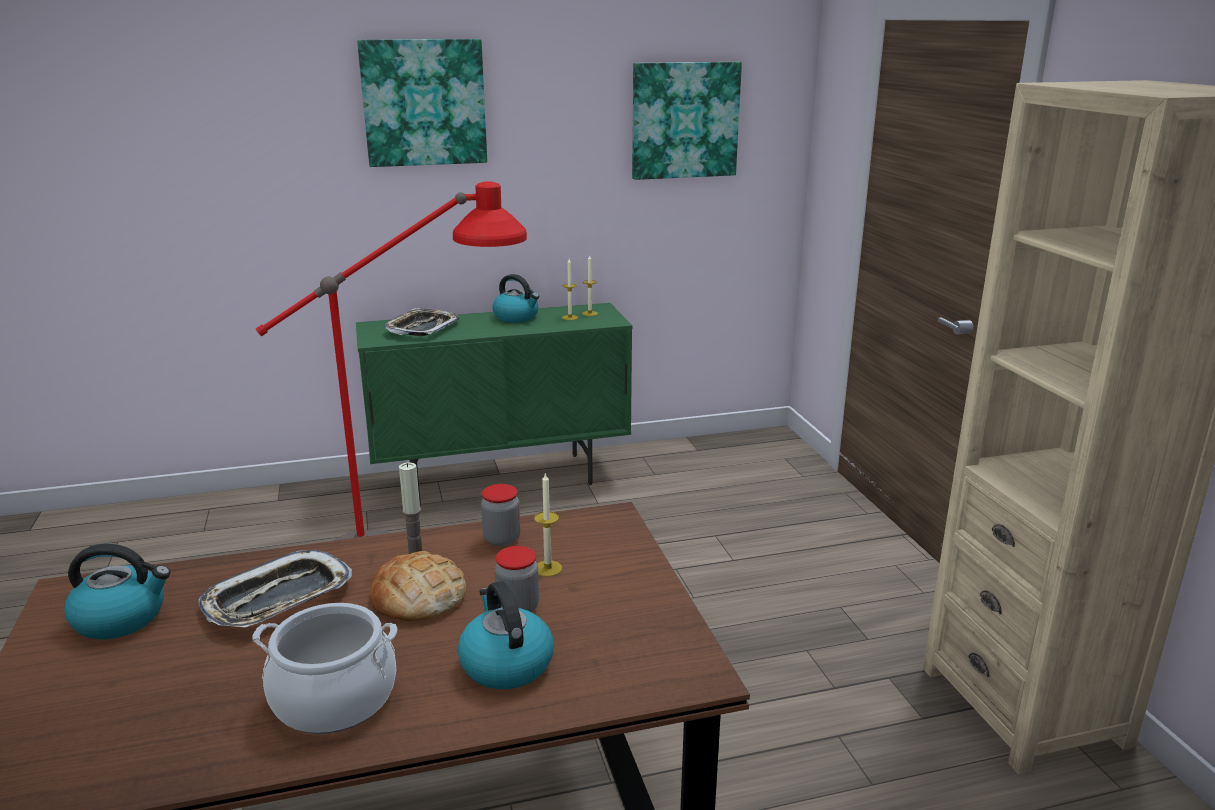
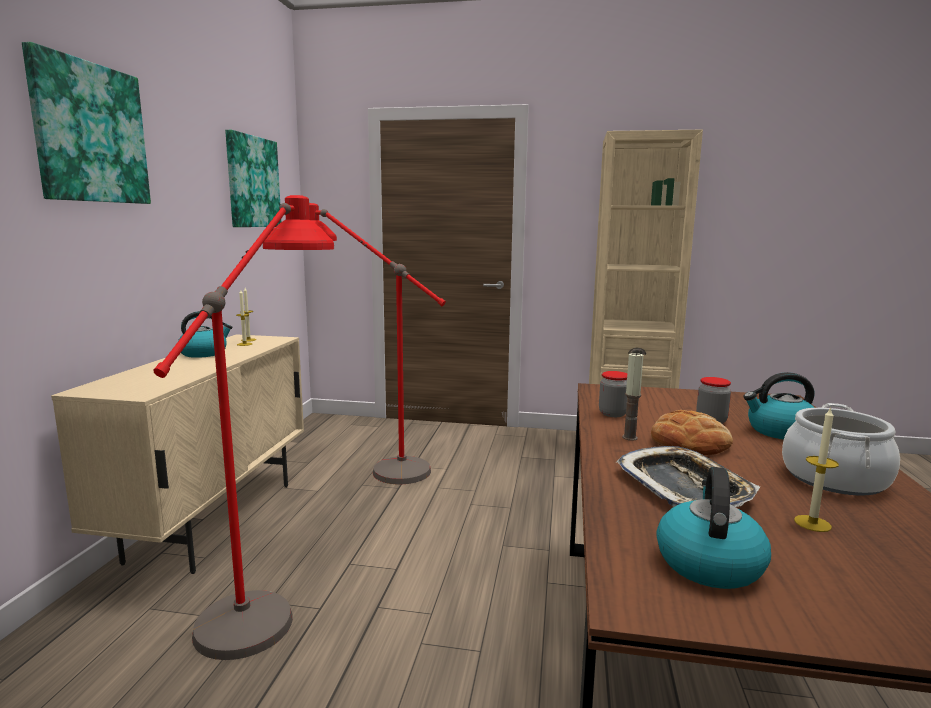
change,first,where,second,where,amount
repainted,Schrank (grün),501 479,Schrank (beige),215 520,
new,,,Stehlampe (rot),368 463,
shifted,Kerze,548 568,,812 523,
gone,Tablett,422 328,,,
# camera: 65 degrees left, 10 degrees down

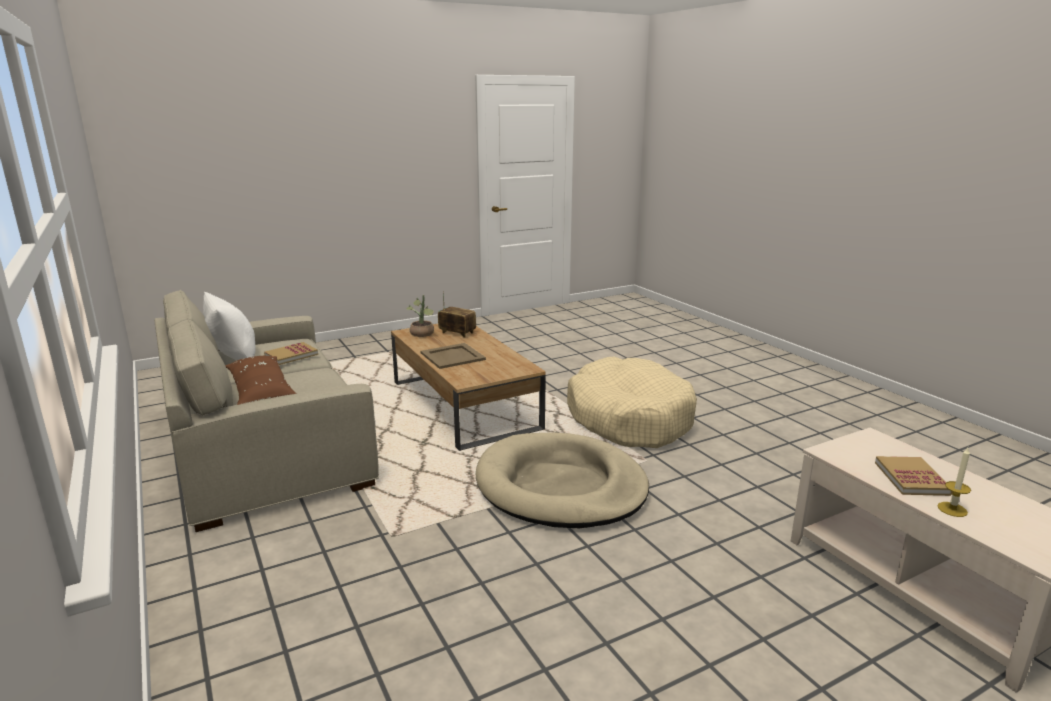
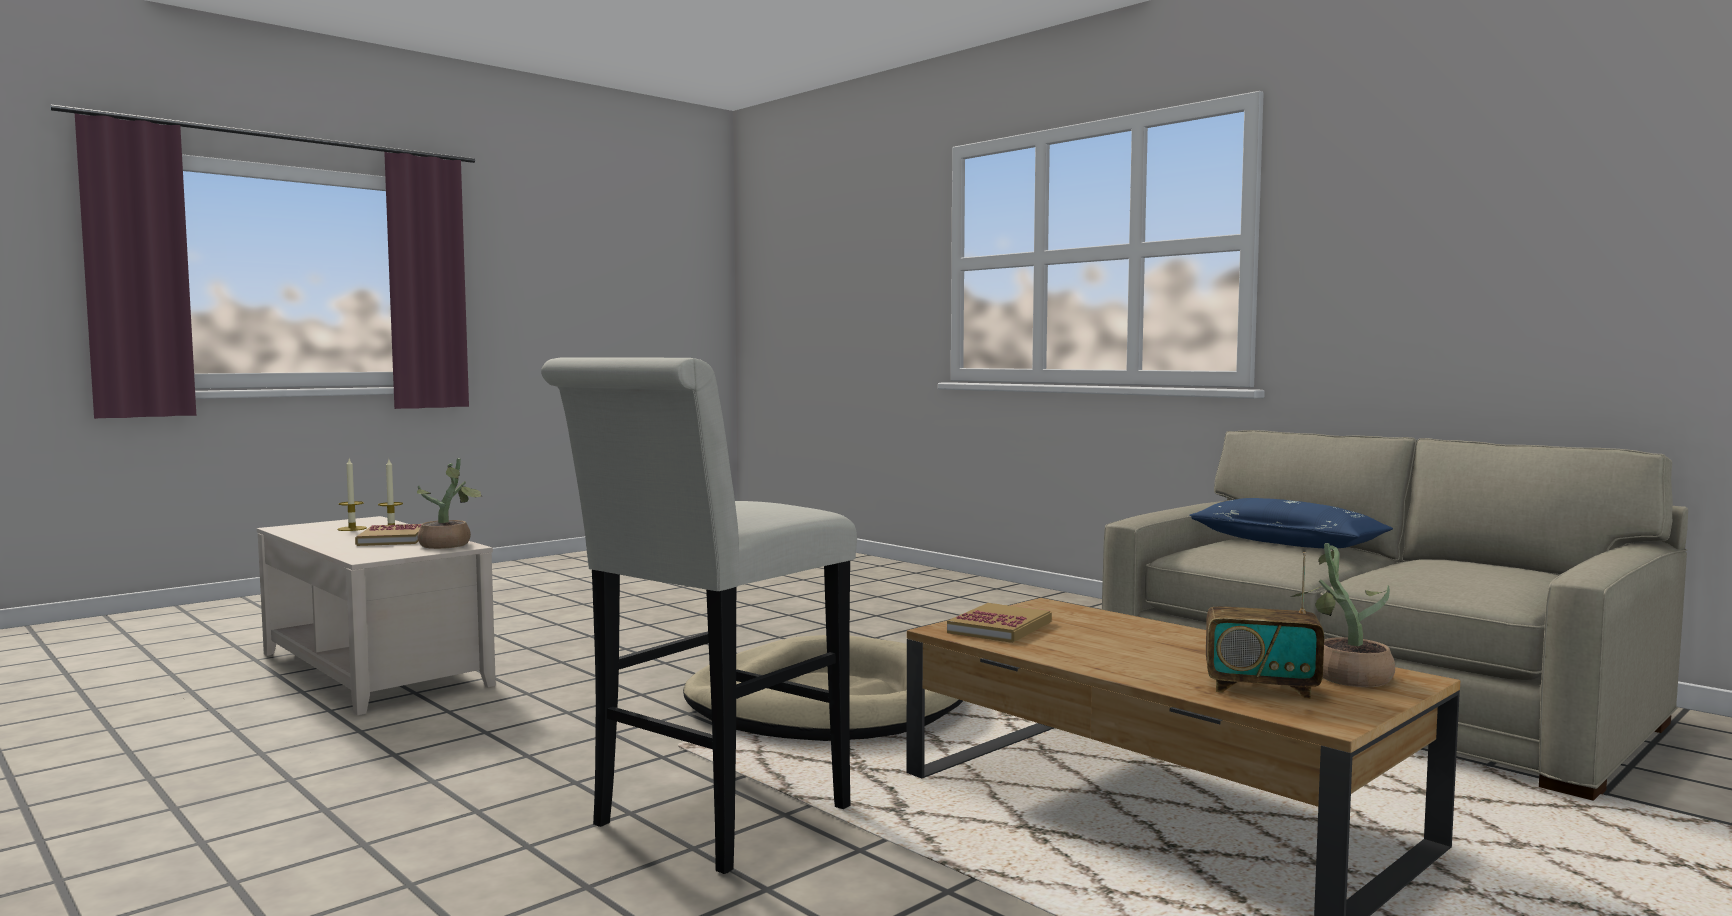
change,first,where,second,where,amount
new,,,Kerze,352 529,
new,,,Topfpflanze,449 545,
swapped,Hundebett (beige),629 418,Hocker (weiß),709 823,
shifted,Buch,291 355,,1000 627,
repainted,Kissen (braun),260 392,Kissen (blau),1286 543,
gone,Kissen (weiß),234 357,,,
gone,Tablett (beige),453 356,,,
# camera: 165 degrees right, 15 degrees down

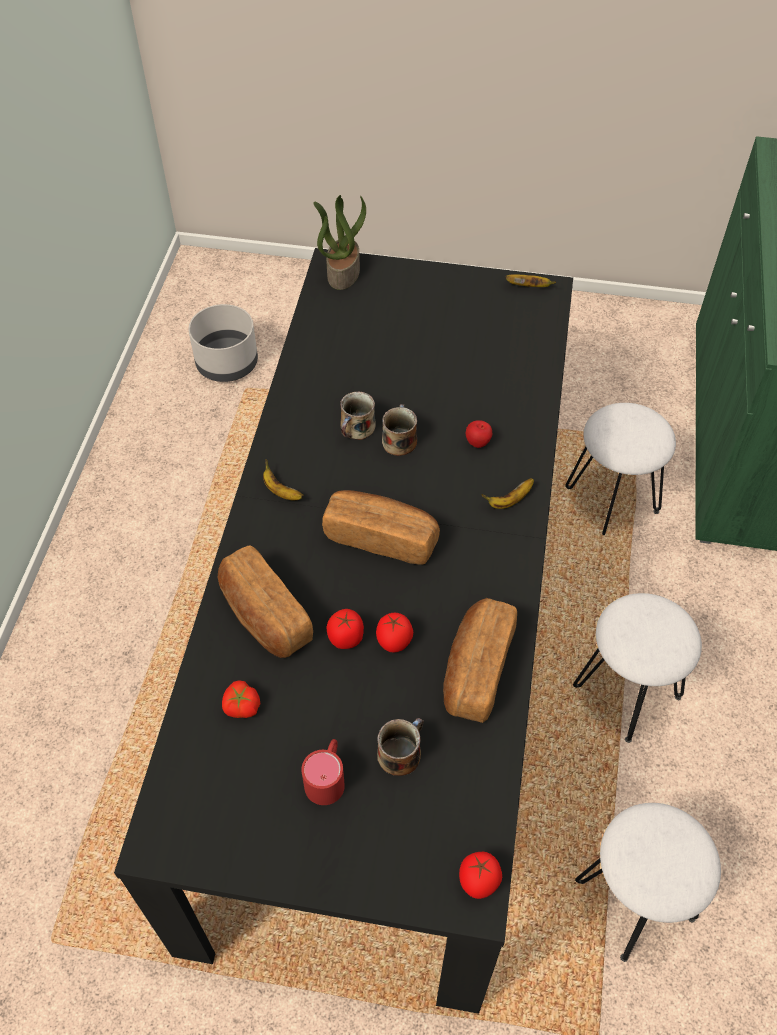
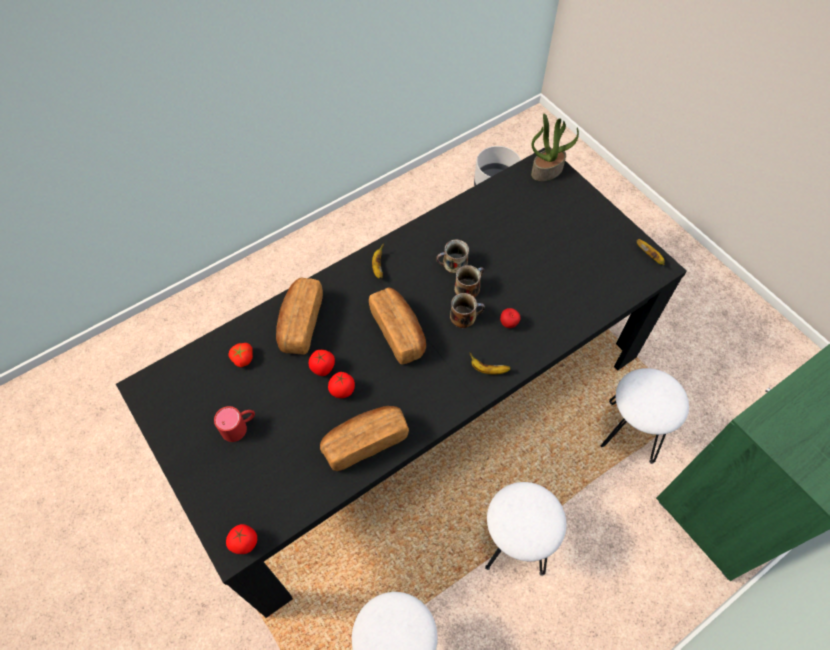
change,first,where,second,where,amount
shifted,Henkelbecher,400 753,,464 316,
# camera: 45 degrees right, 5 degrees up

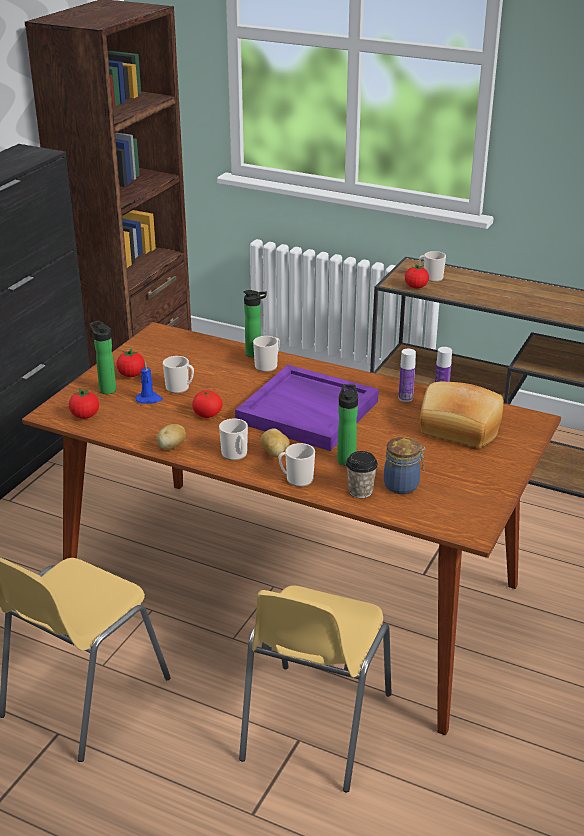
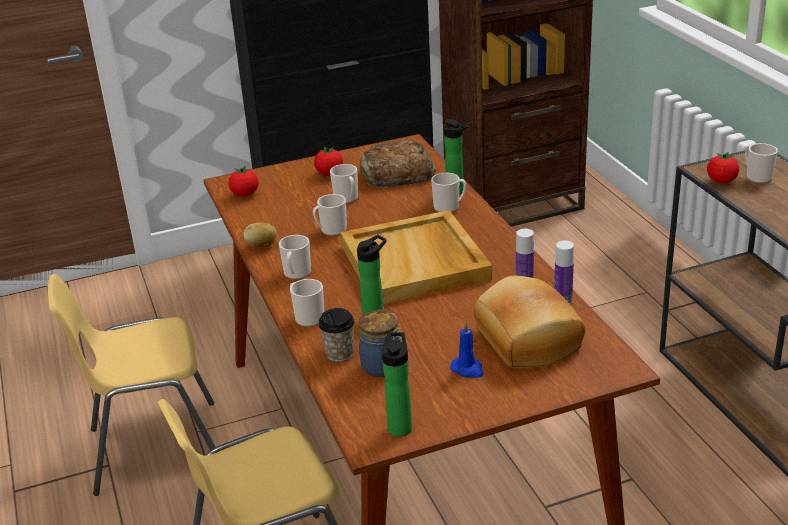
change,first,where,second,where,amount
swapped,Tomate,207 414,Henkelbecher,331 230,
repainted,Tablett (lila),309 411,Tablett (beige),416 263,
new,,,Brot,395 174,
shifted,Flasche,106 389,,400 426,
shifted,Kerze (blau),149 399,,468 369,
gone,Kartoffel,275 453,,,
# camera: 45 degrees right, 0 degrees up

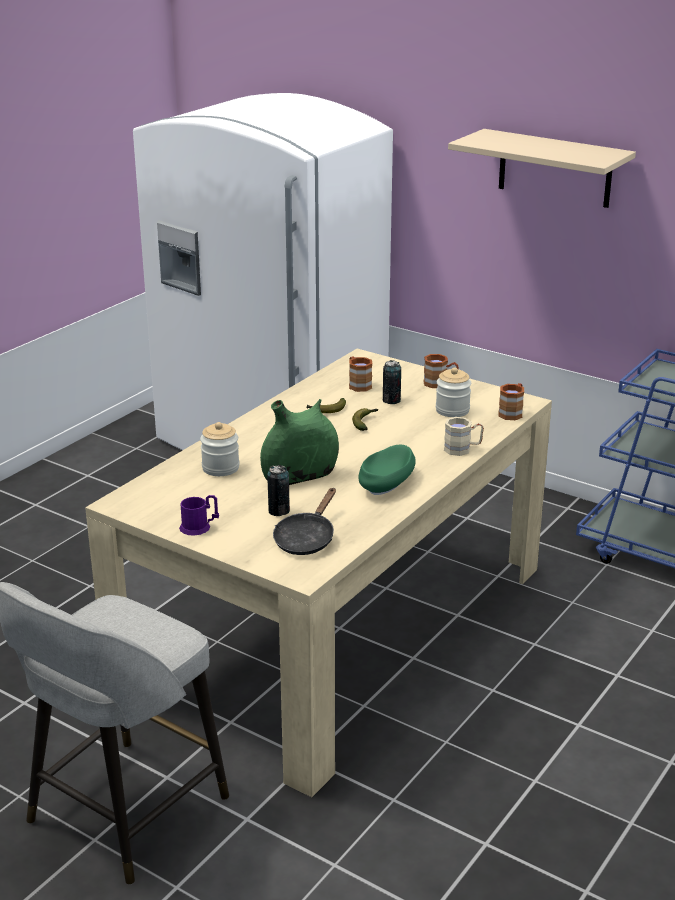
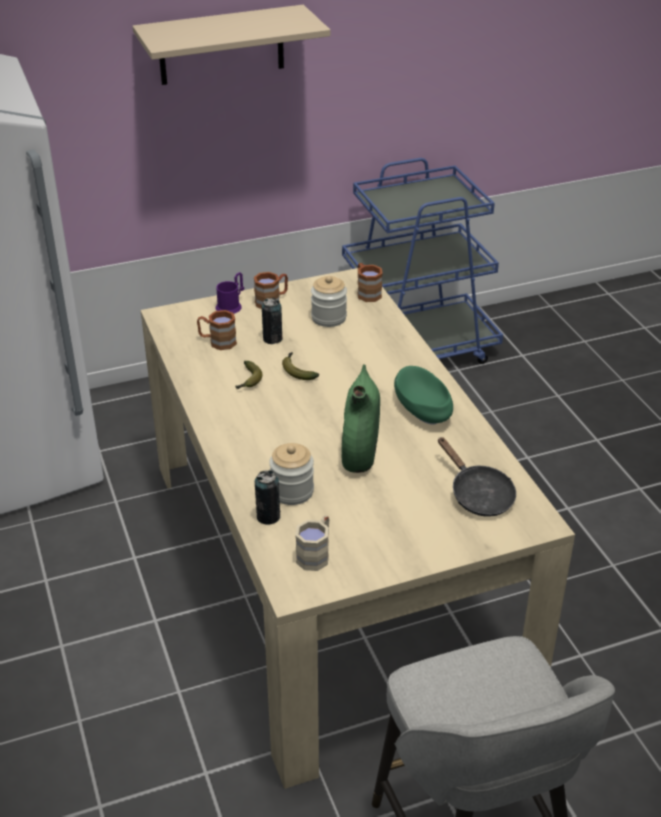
change,first,where,second,where,amount
shifted,Henkelbecher (lila),199 527,,231 305,
shifted,Dose,279 511,,268 516,
shifted,Henkelbecher (beige),463 449,,316 554,
# camera: 55 degrees left, 10 degrees up

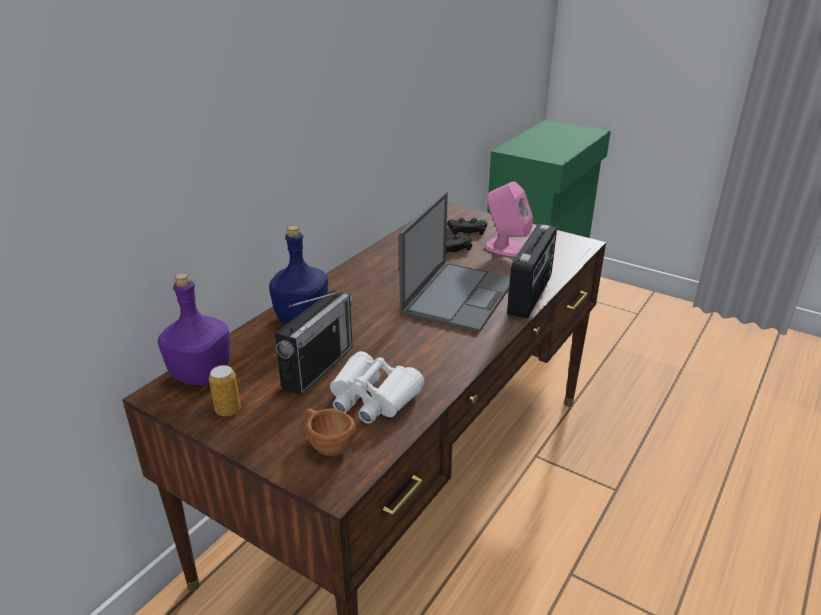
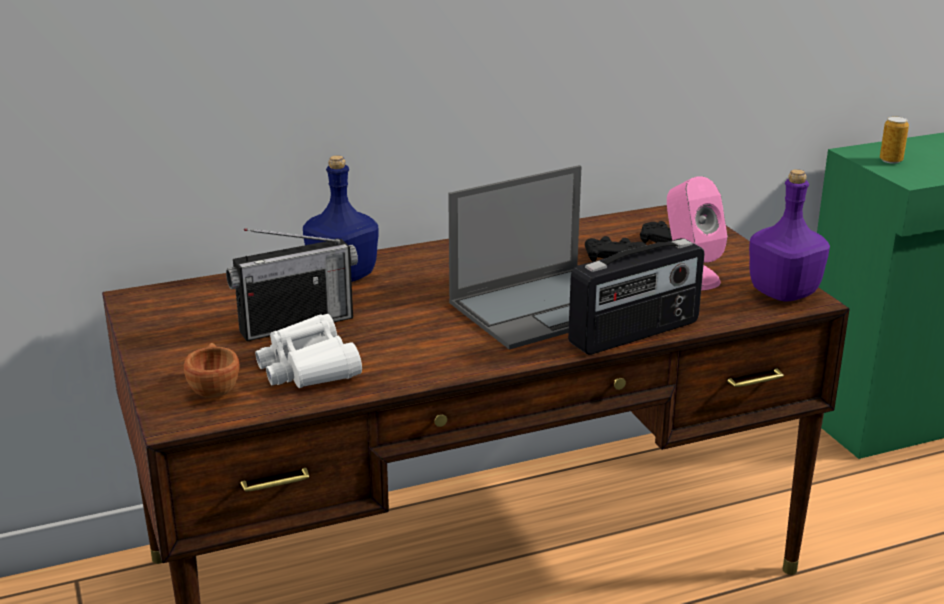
change,first,where,second,where,amount
shifted,Flasche (lila),202 373,,784 292,
shifted,Dose,228 410,,891 160,
# camera: 35 degrees right, 5 degrees down

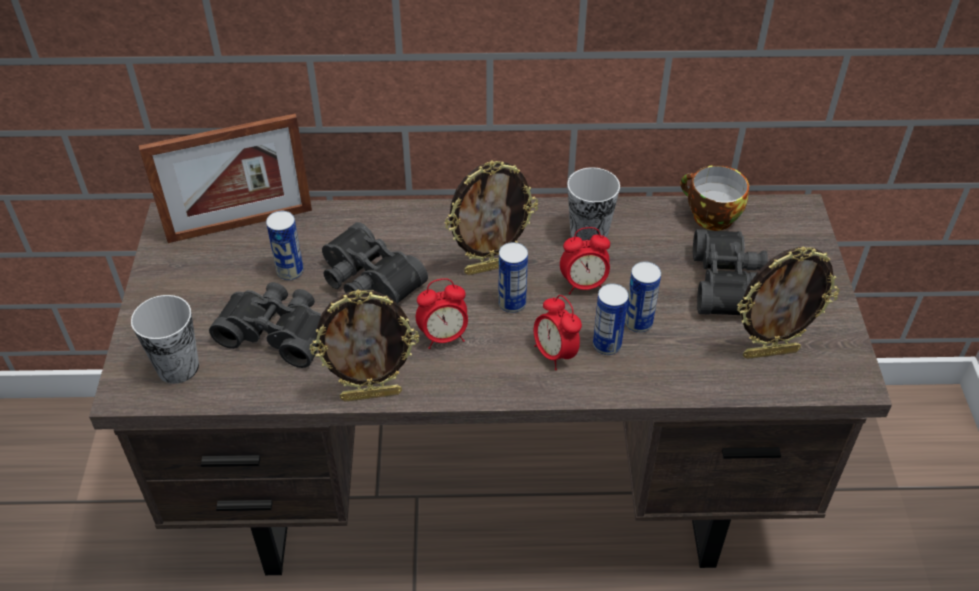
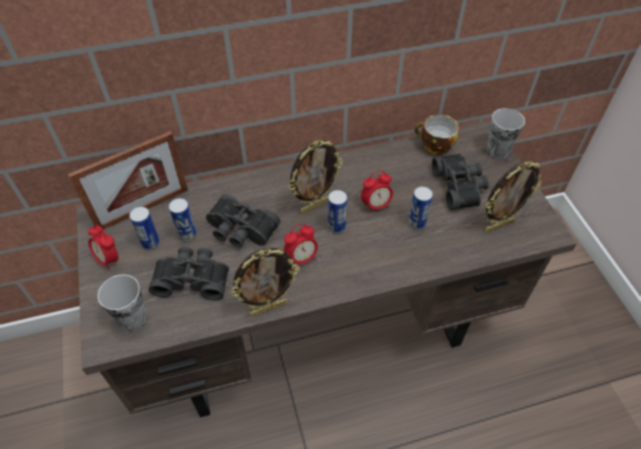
change,first,where,second,where,amount
shifted,Wecker,555 354,,109 259,
shifted,Dose,607 345,,151 243,
shifted,Tasse,588 236,,497 150,
# camera: 15 degrees left, 5 degrees up

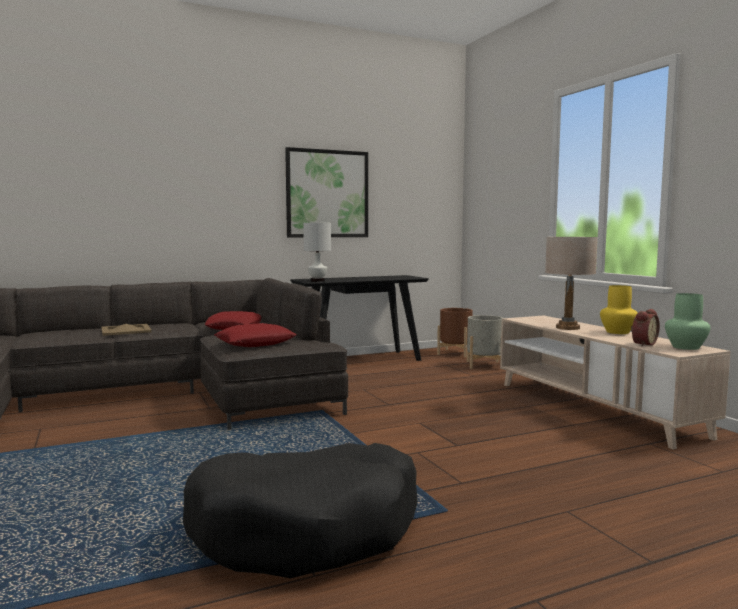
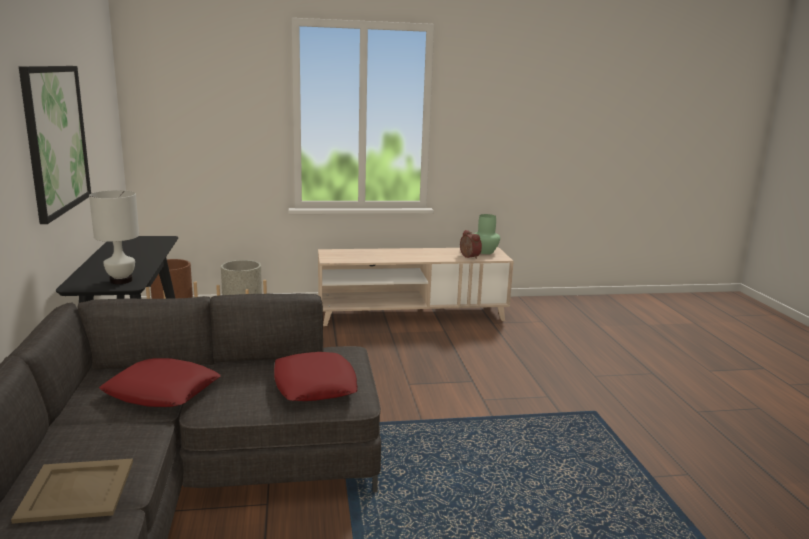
change,first,where,second,where,amount
gone,Hundebett (schwarz),306 529,,,
gone,Tischlampe (beige),567 328,,,
gone,Vase (gelb),617 332,,,
# camera: 75 degrees left, 10 degrees up

